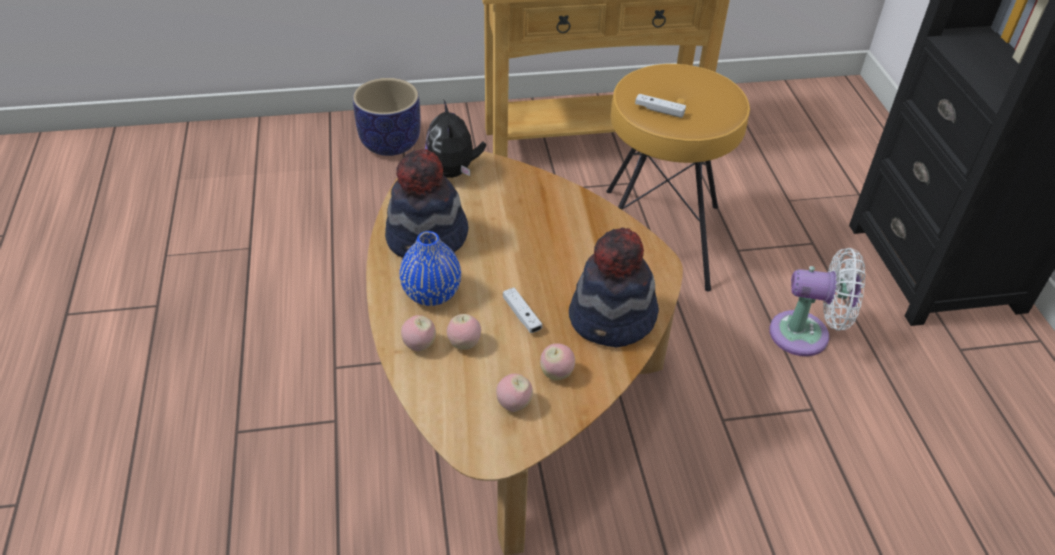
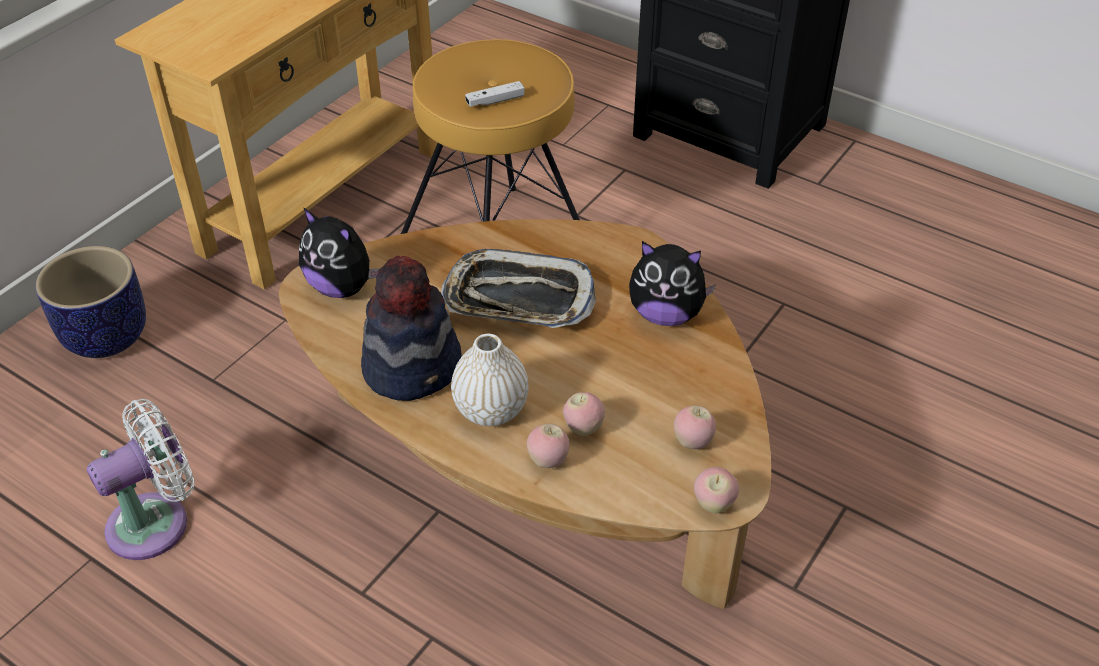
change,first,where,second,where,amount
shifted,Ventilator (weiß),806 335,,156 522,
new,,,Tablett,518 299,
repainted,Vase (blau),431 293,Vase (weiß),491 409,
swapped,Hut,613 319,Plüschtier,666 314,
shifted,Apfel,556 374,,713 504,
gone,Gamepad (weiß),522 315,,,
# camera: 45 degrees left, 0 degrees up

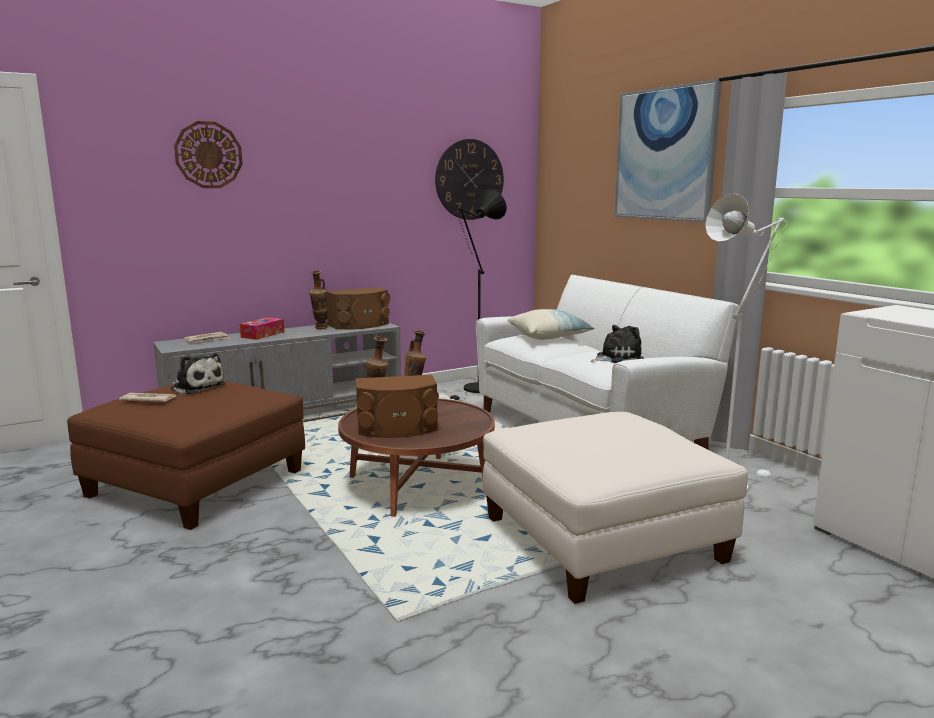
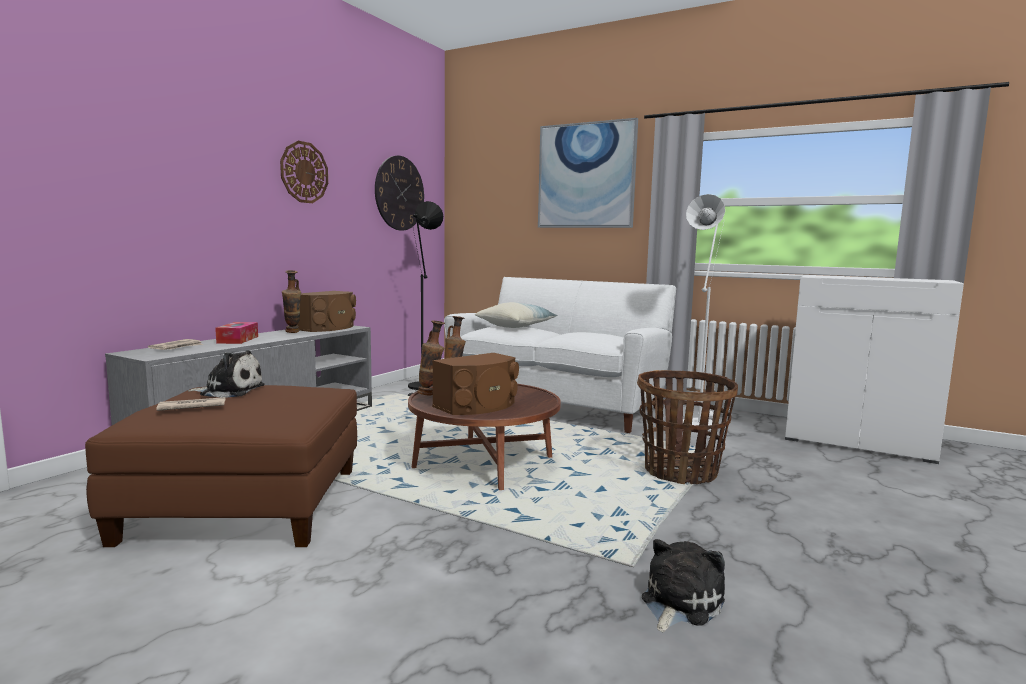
change,first,where,second,where,amount
shifted,Wanduhr,208 155,,304 172,
swapped,Polsterhocker (weiß),603 539,Korb,681 472,
shifted,Plüschtier,616 358,,679 603,
# camera: 30 degrees left, 5 degrees down

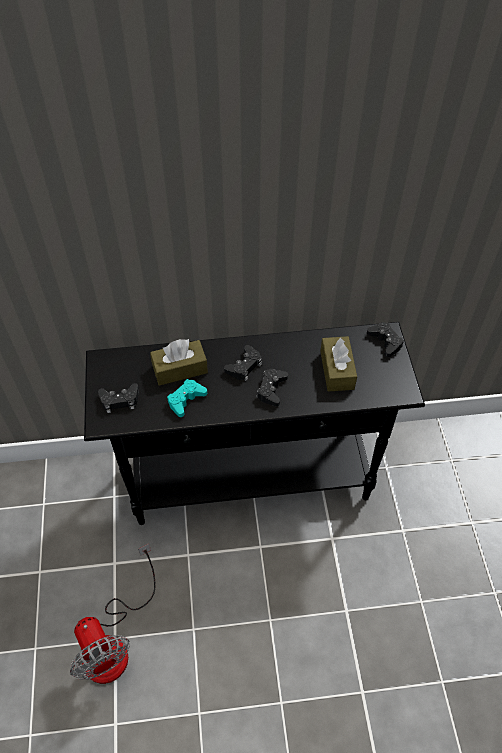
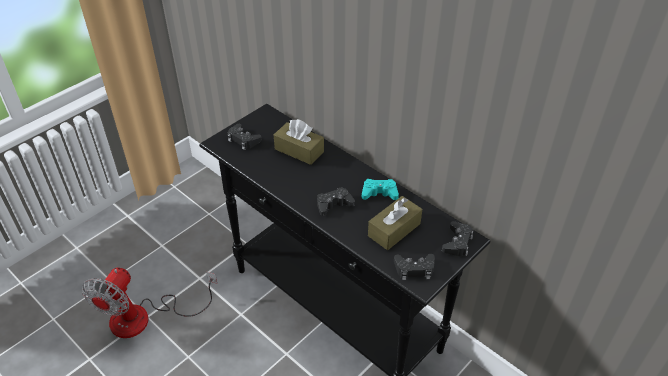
change,first,where,second,where,amount
shifted,Gamepad (türkis),186 400,,379 193,
shifted,Gamepad (schwarz),244 366,,414 269,
# camera: 50 degrees right, 10 degrees down

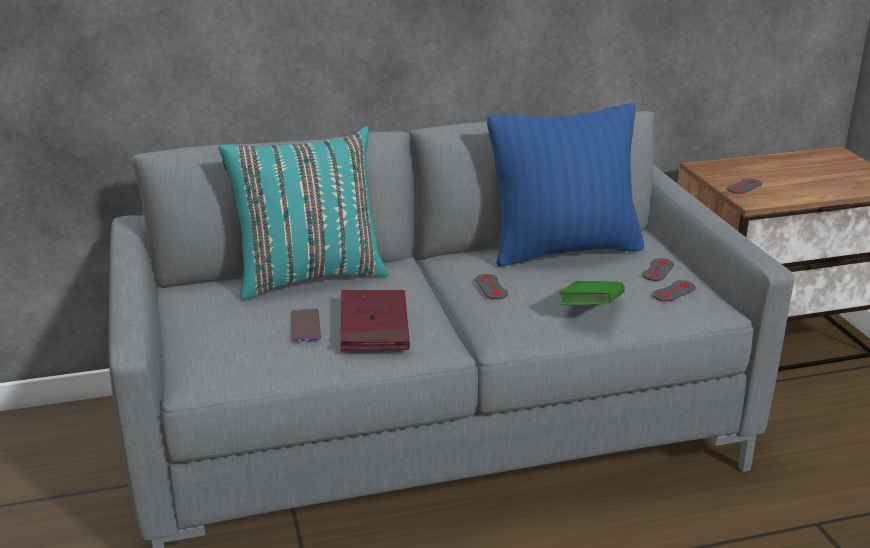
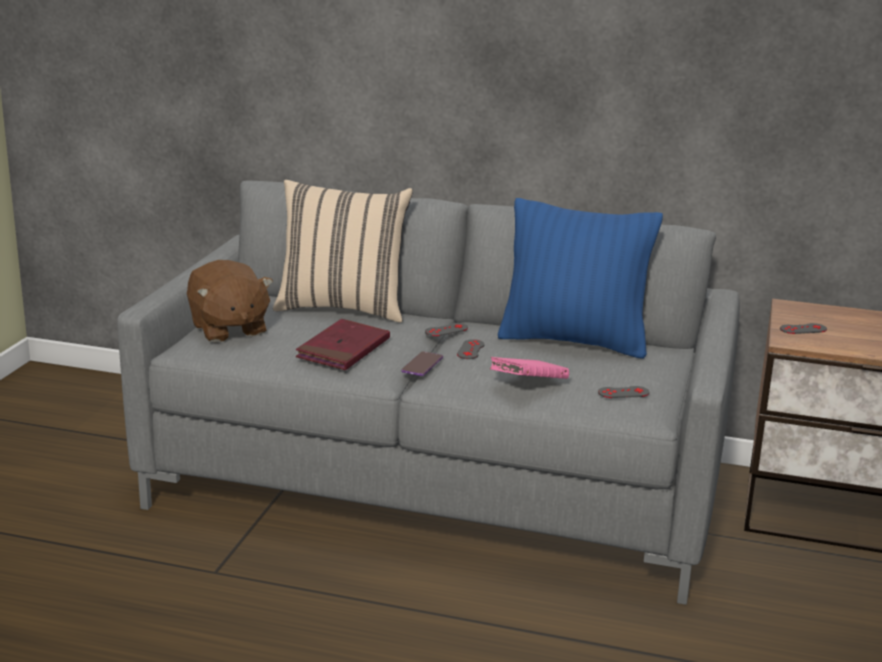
change,first,where,second,where,amount
new,,,Plüschtier (braun),228 329,
repainted,Kissen (türkis),308 276,Kissen (beige),343 308,
shifted,Handy,305 326,,422 365,
shifted,Gamepad (grau),658 270,,446 330,
repainted,Buch (grün),590 310,Buch (rosa),528 385,
# camera: 30 degrees right, 5 degrees down

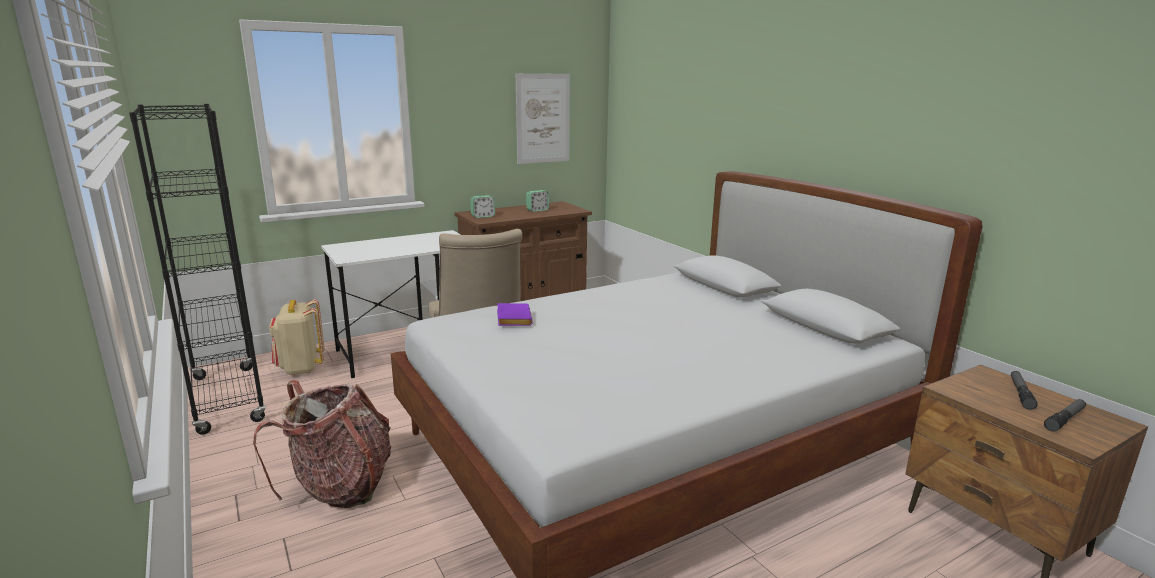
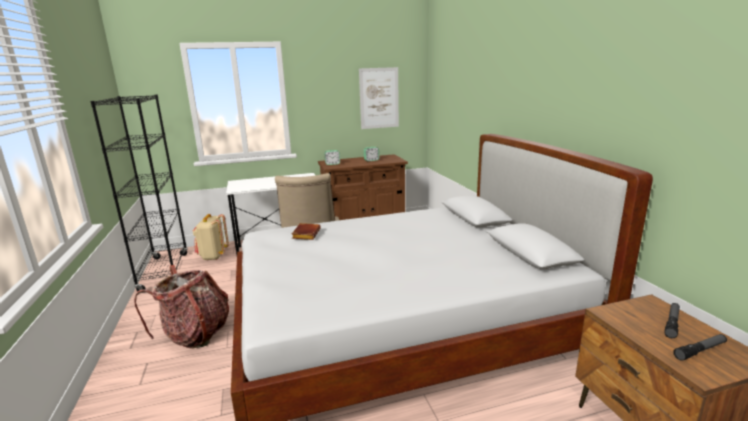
change,first,where,second,where,amount
repainted,Buch (lila),512 318,Buch (braun),305 234,
# camera: 15 degrees right, 0 degrees up

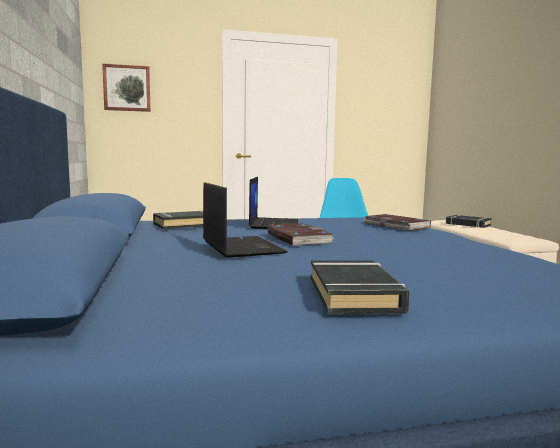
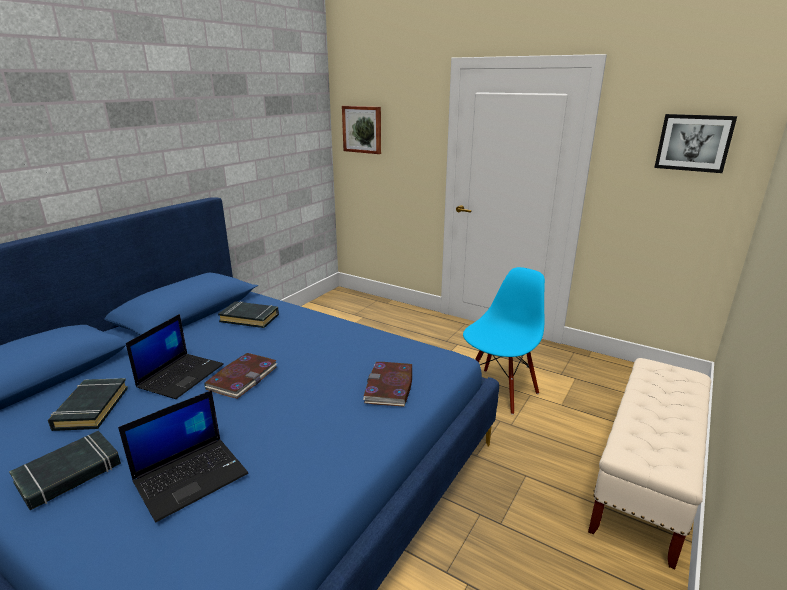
change,first,where,second,where,amount
shifted,Buch (schwarz),467 224,,91 408,
shifted,Laptop,273 224,,191 476,
new,,,Bild,693 143,
# camera: 45 degrees right, 15 degrees up

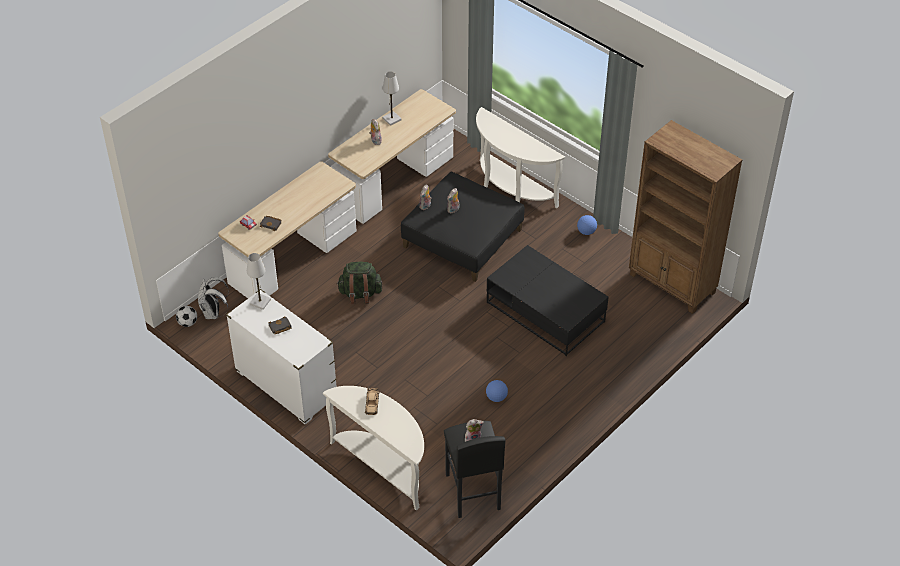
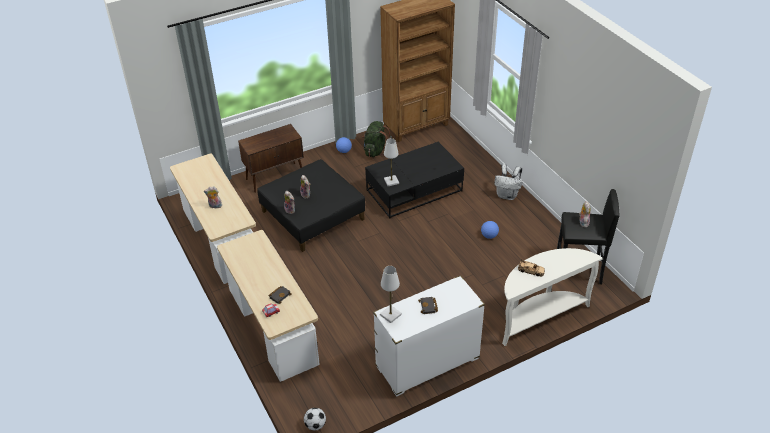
change,first,where,second,where,amount
swapped,Konsolentisch (weiß),510 190,Schrank (braun),275 177,
shifted,Rucksack (grün),360 294,,375 151,
shifted,Tischlampe (weiß),391 119,,391 181,
shifted,Rucksack (weiß),213 313,,507 195,
# camera: 70 degrees left, 5 degrees down

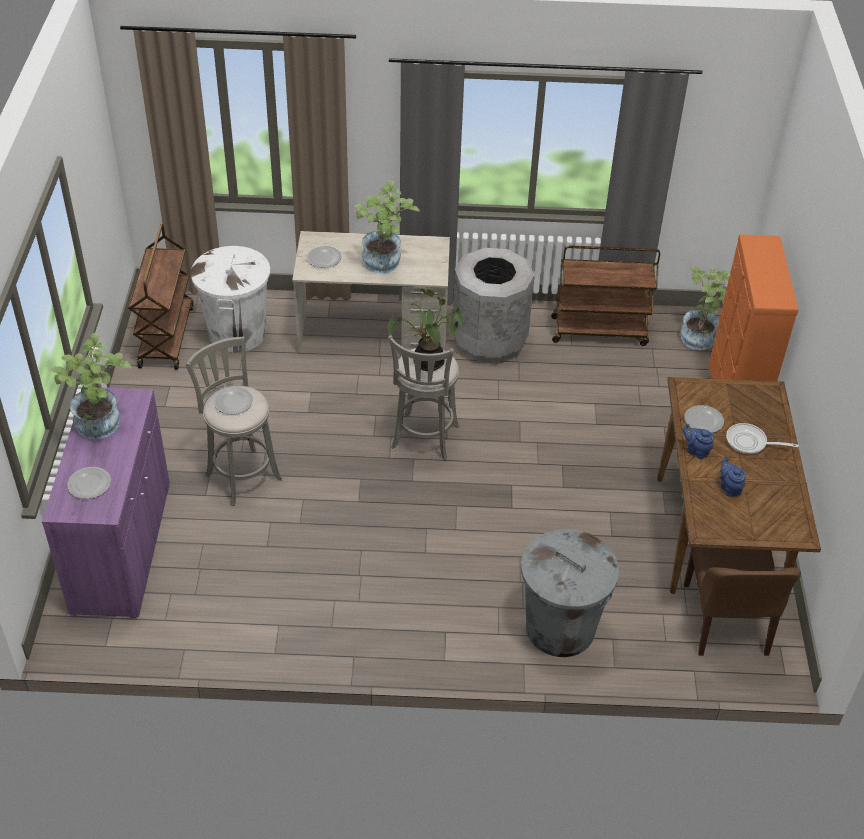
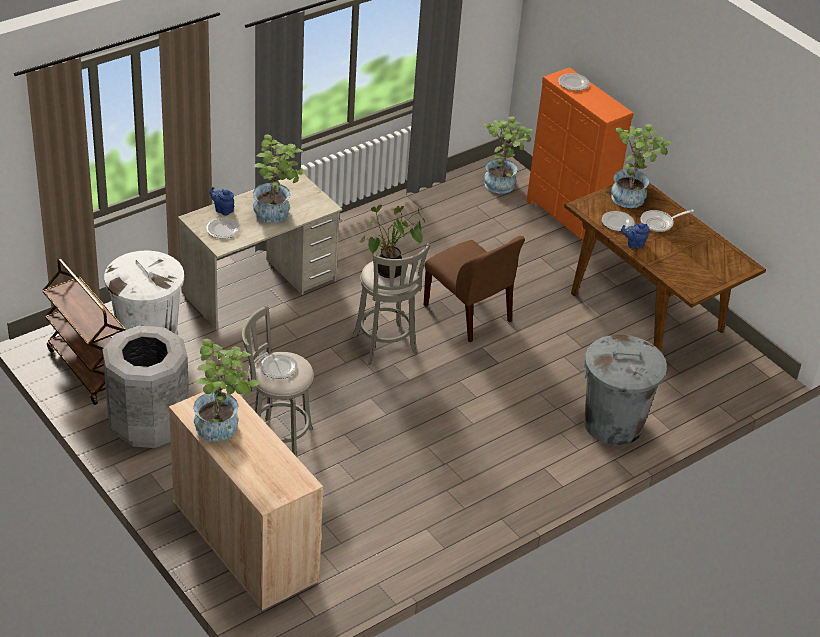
change,first,where,second,where,amount
shifted,Mülleimer (grau),489 341,,148 424,
repainted,Schrank (lila),122 547,Schrank (beige),245 542,
shifted,Teekanne (blau),729 488,,223 210,
shifted,Stuhl (braun),726 621,,469 314,
shifted,Teller,89 484,,573 83,
new,,,Topfpflanze,632 196,
gone,Rollwagen (braun),600 331,,,
# camera: 40 degrees left, 5 degrees down

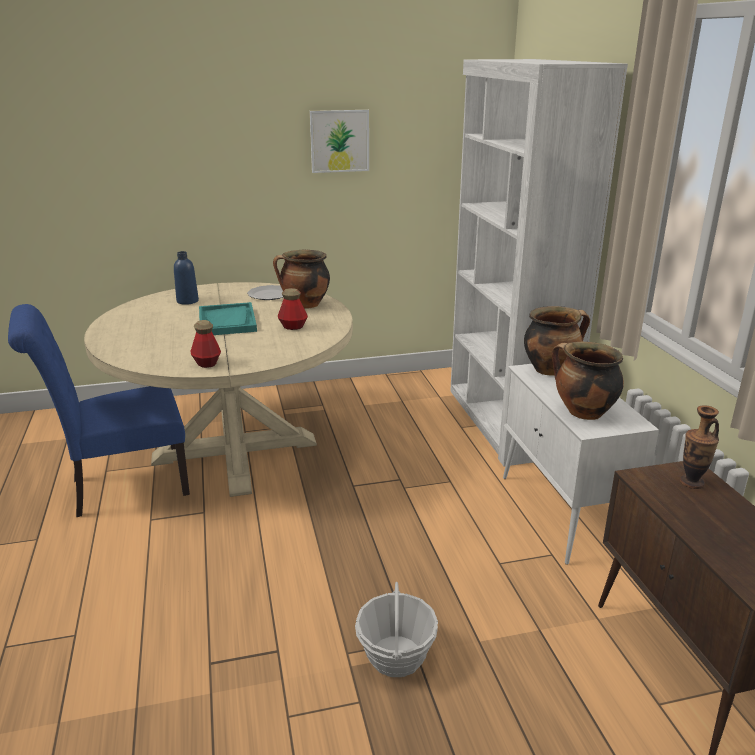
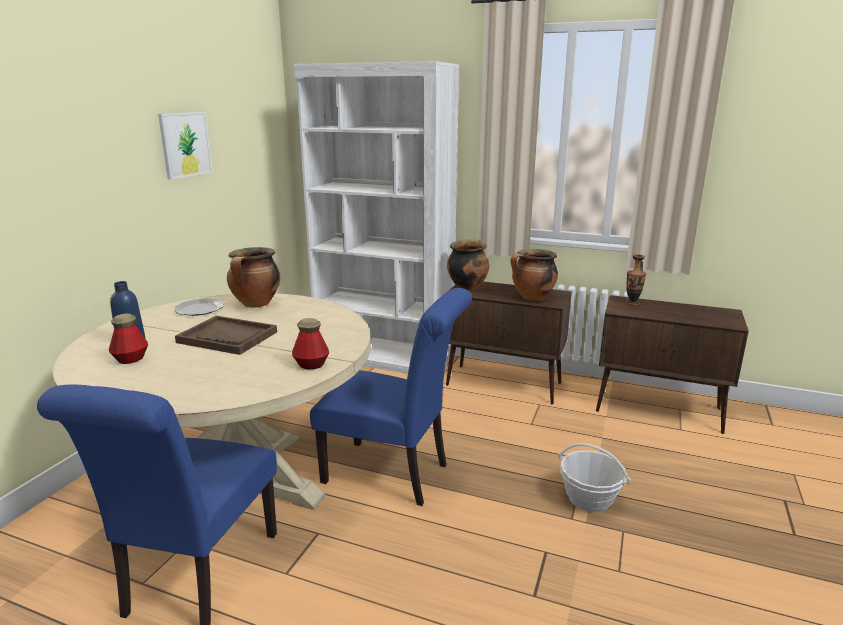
change,first,where,second,where,amount
shifted,Flasche,293 327,,131 359,
repainted,Tablett (türkis),227 321,Tablett (braun),228 337,
new,,,Stuhl (blau),393 474,
repainted,Schrank (weiß),562 514,Schrank (braun),504 384,
# camera: 55 degrees left, 5 degrees down

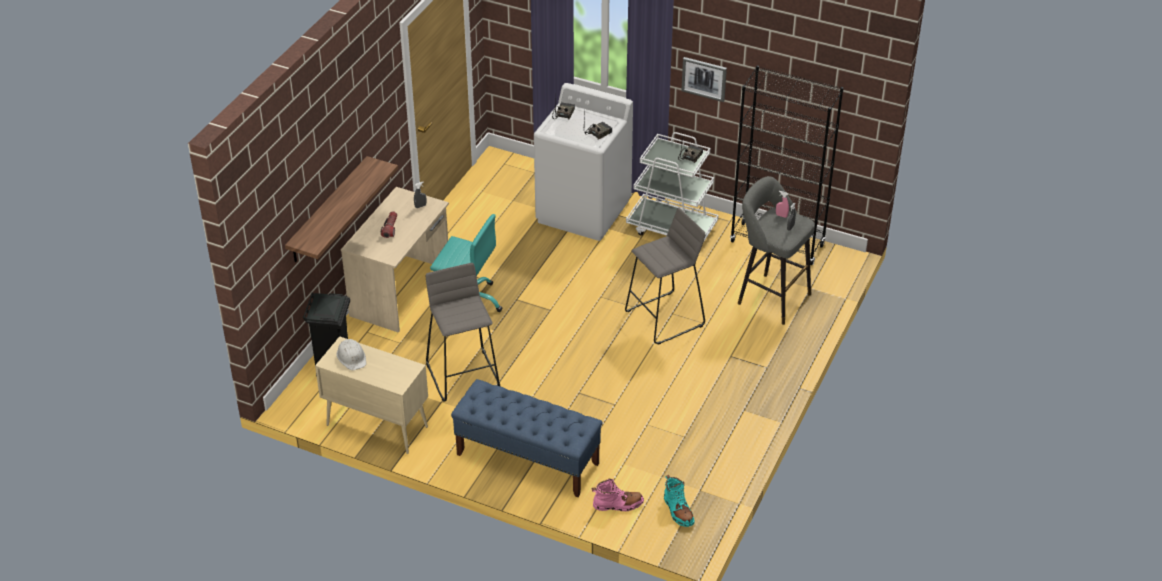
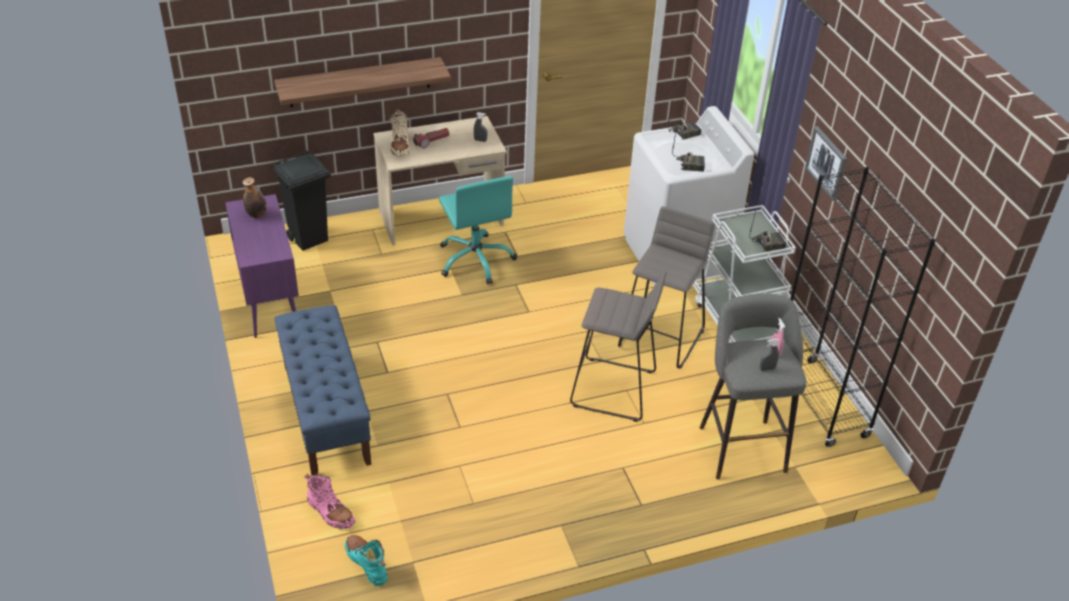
change,first,where,second,where,amount
repainted,Schrank (beige),376 426,Schrank (lila),269 300,
swapped,Schutzhelm (weiß),352 357,Flasche,256 214,
rotated,Stiefel (türkis),678 511,,367 563,120 degrees clockwise
new,,,Stiefel (beige),400 146,
shifted,Hocker (grau),464 375,,661 338,
# camera: 45 degrees right, 0 degrees up

